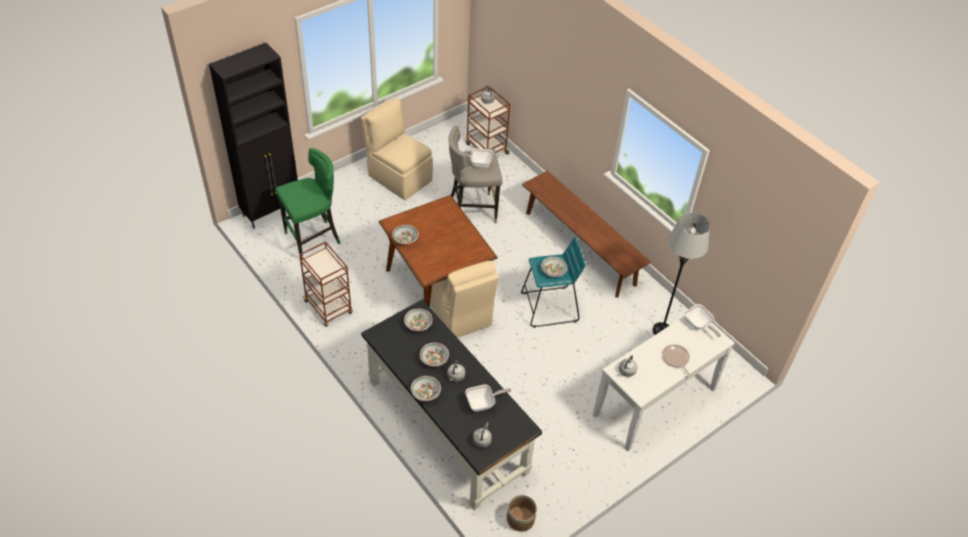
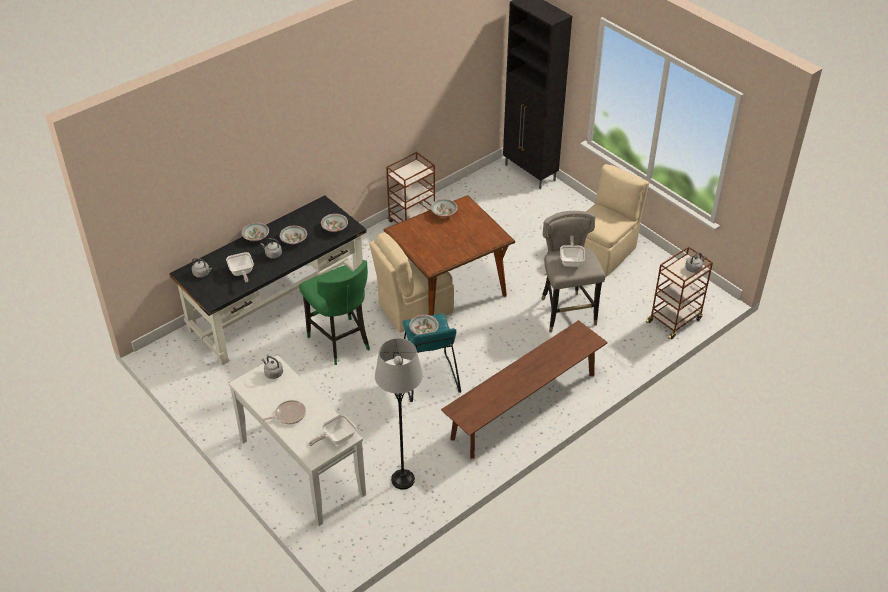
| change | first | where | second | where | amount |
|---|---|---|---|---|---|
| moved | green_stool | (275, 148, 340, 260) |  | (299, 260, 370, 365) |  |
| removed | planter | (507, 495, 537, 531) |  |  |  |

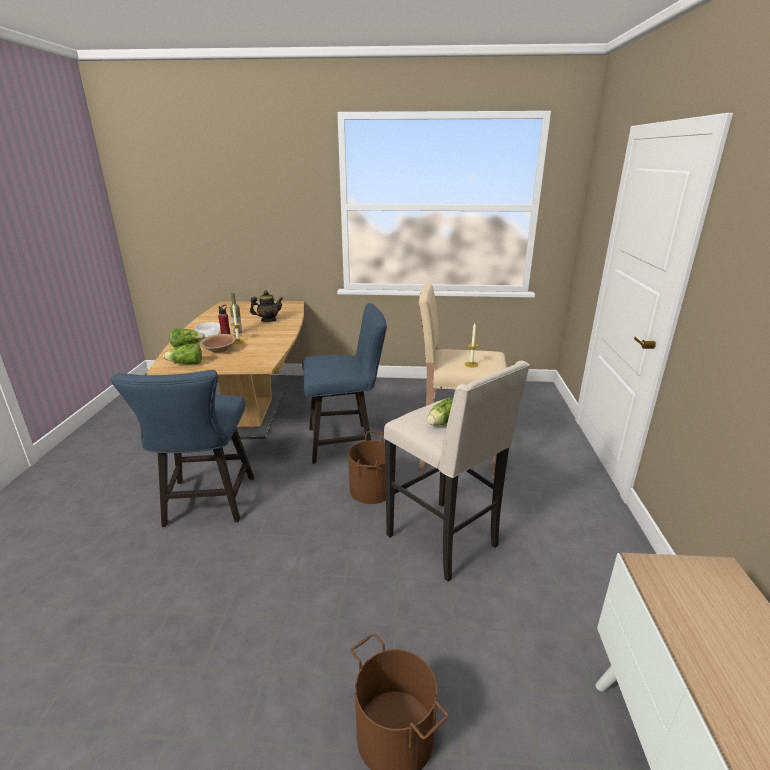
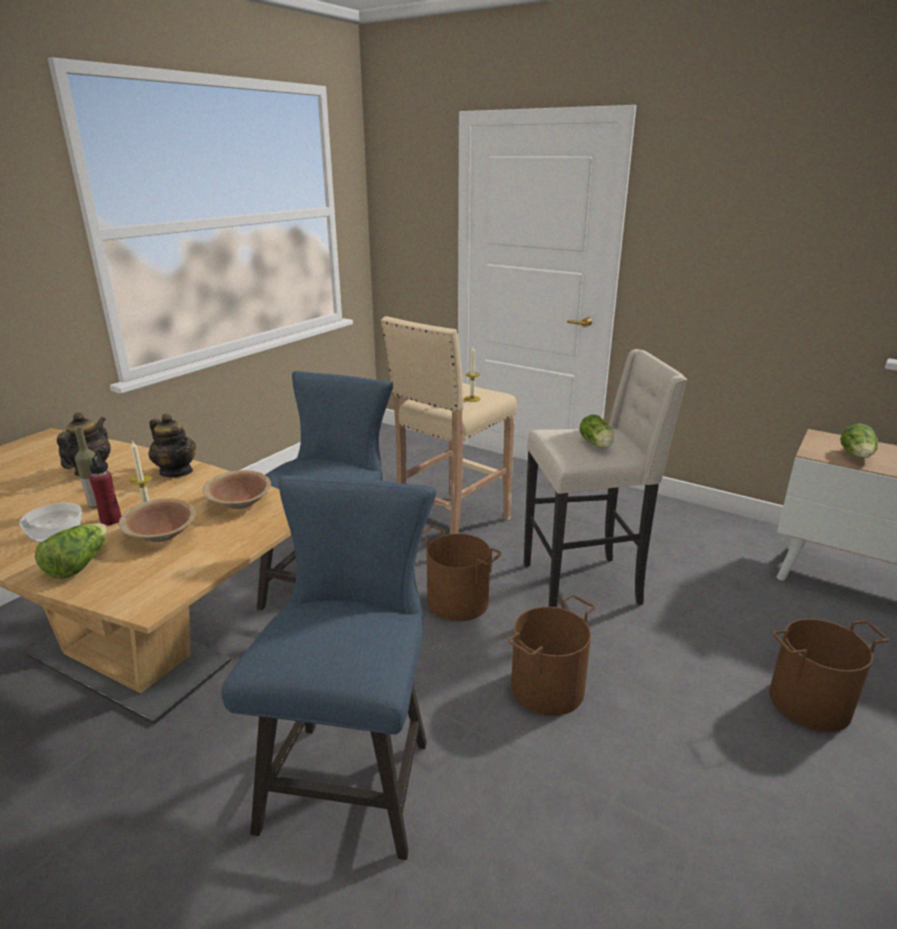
| change | first | where | second | where | amount |
|---|---|---|---|---|---|
| turned | blue_chair | (110, 370, 254, 527) |  | (222, 475, 436, 860) | 105 degrees counterclockwise |
| moved | lettuce | (163, 344, 202, 365) |  | (840, 423, 878, 458) |  |
| added |  |  | teapot | (148, 414, 196, 477) |  |
| added |  |  | brown_bowl | (203, 470, 271, 509) |  |
| added |  |  | brown_bucket | (508, 594, 595, 716) |  |

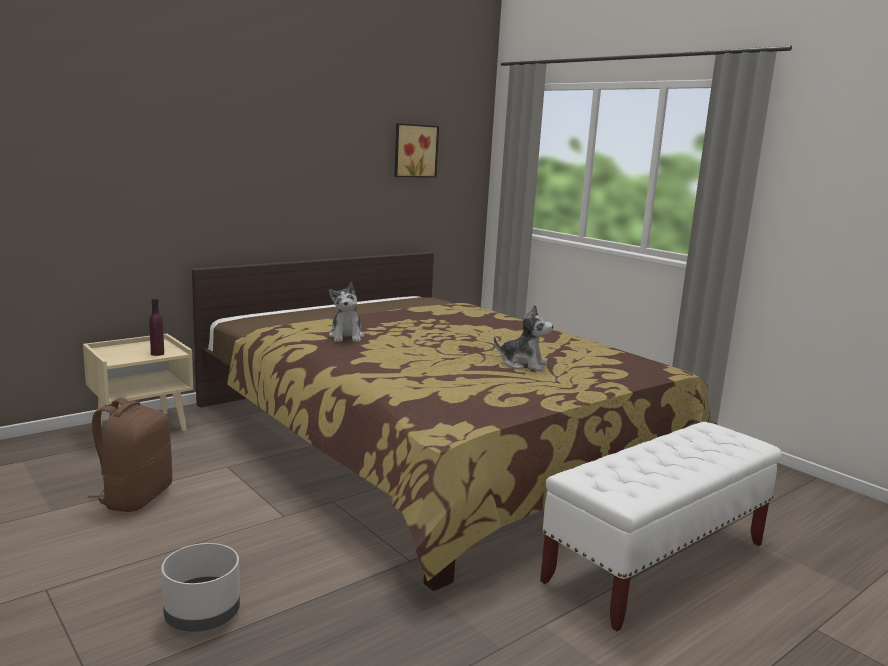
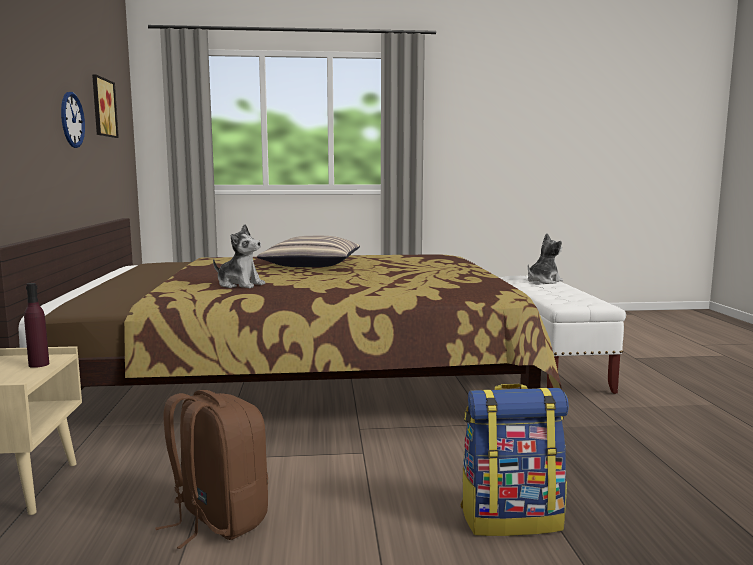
| change | first | where | second | where | amount |
|---|---|---|---|---|---|
| replaced | grey_planter | (161, 543, 240, 632) | backpack | (460, 384, 569, 536) |  |
| moved | plush_toy | (494, 305, 553, 371) |  | (528, 233, 563, 284) |  |
| added |  |  | wall_clock | (61, 92, 85, 148) |  |
| added |  |  | pillow | (257, 236, 360, 267) |  |

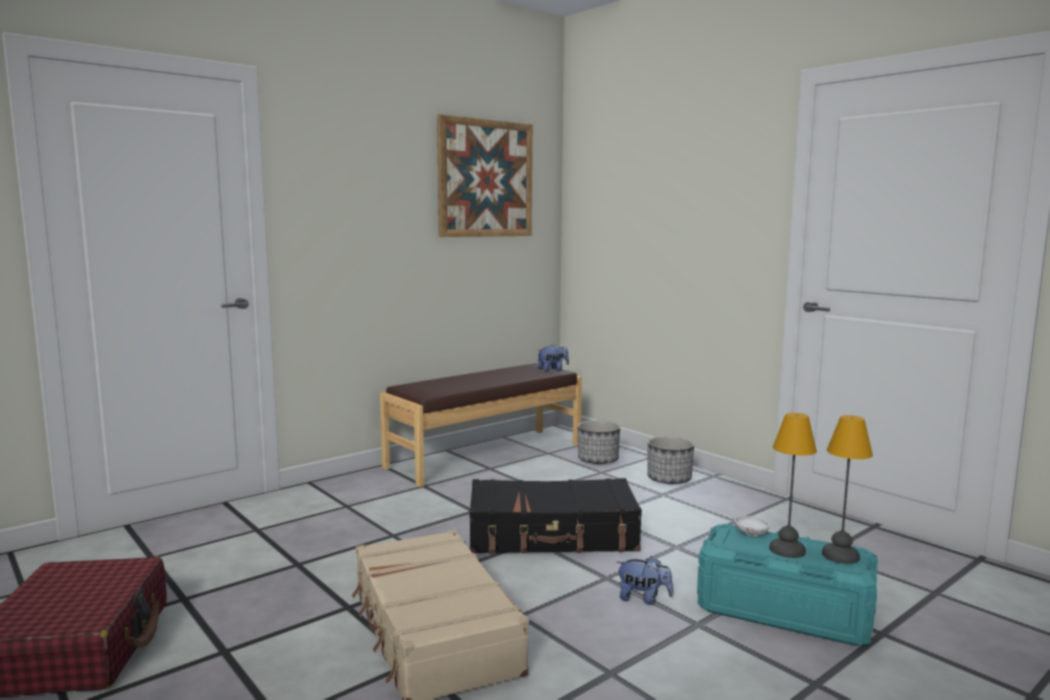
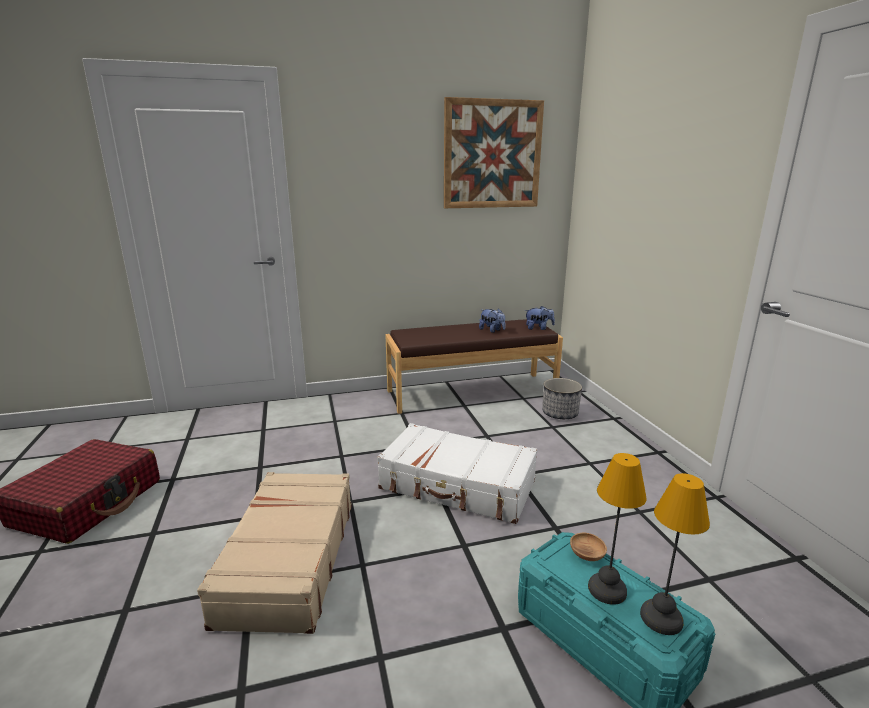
| change | first | where | second | where | amount |
|---|---|---|---|---|---|
| recoloured | black_suitcase | (469, 478, 642, 554) | white_suitcase | (377, 423, 537, 524) |  |
| moved | plush_toy | (617, 556, 674, 605) |  | (479, 309, 506, 333) |  |
| removed | planter | (647, 436, 694, 484) |  |  |  |
| recoloured | white_bowl | (734, 516, 770, 536) | brown_bowl | (570, 533, 607, 561) |  |

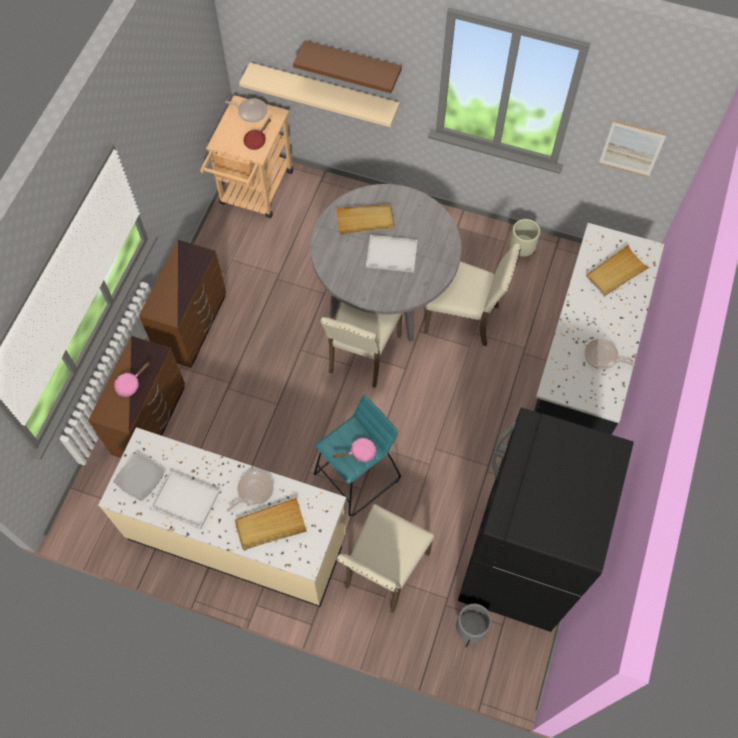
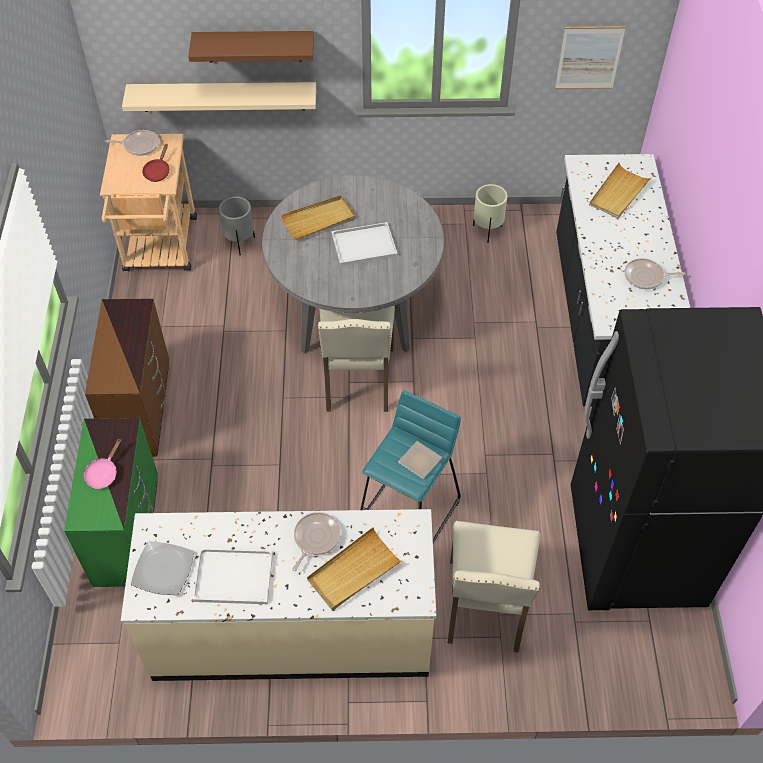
| change | first | where | second | where | amount |
|---|---|---|---|---|---|
| recoloured | brown_dresser | (88, 336, 185, 458) | green_dresser | (64, 418, 158, 587) |  |
| replaced | pink_frying_pan | (333, 438, 376, 462) | plate | (398, 441, 442, 479) |  |
| removed | beige_chair | (424, 244, 521, 346) |  |  |  |
| moved | grey_planter | (456, 604, 492, 647) |  | (219, 196, 255, 255) |  |

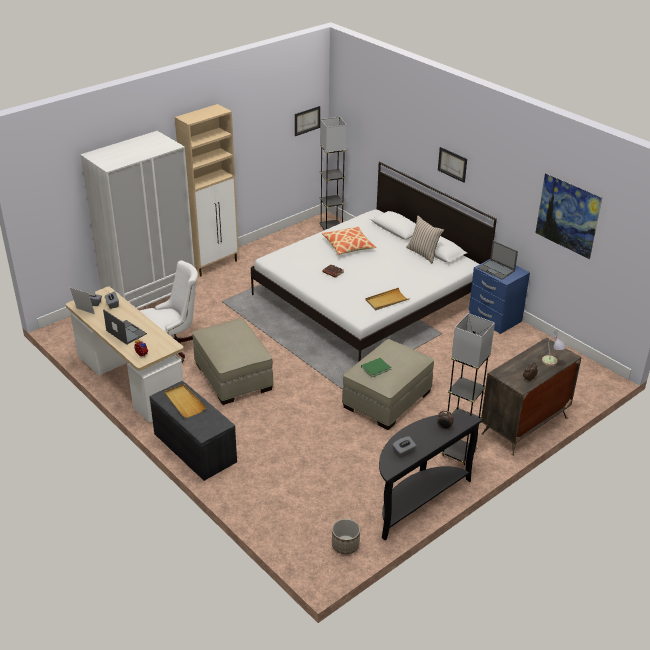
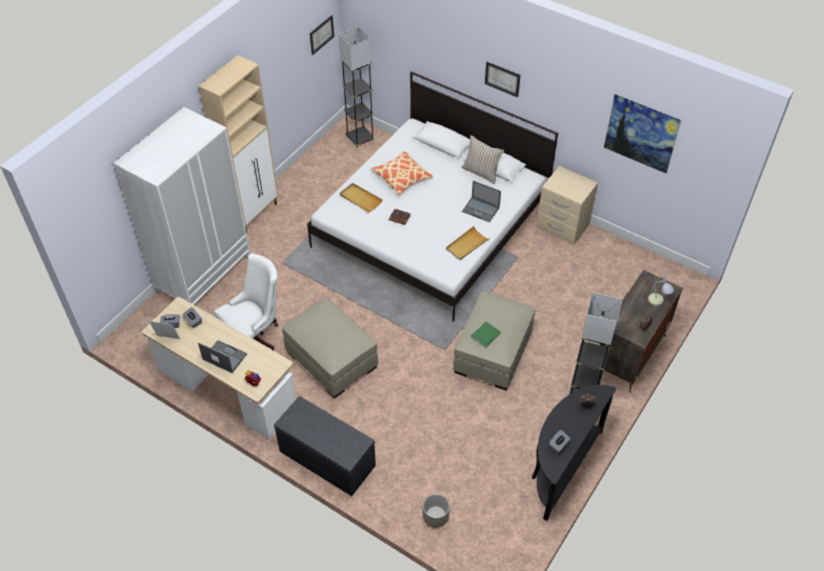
| change | first | where | second | where | amount |
|---|---|---|---|---|---|
| moved | beige_tray | (164, 384, 206, 418) |  | (340, 183, 382, 212) |  |
| moved | planter | (332, 519, 360, 555) |  | (423, 494, 450, 527) |  |
| recoloured | blue_nightstand | (469, 259, 530, 334) | beige_nightstand | (537, 166, 598, 245) |  |
| moved | laptop | (478, 241, 518, 279) |  | (462, 181, 501, 222) |  |

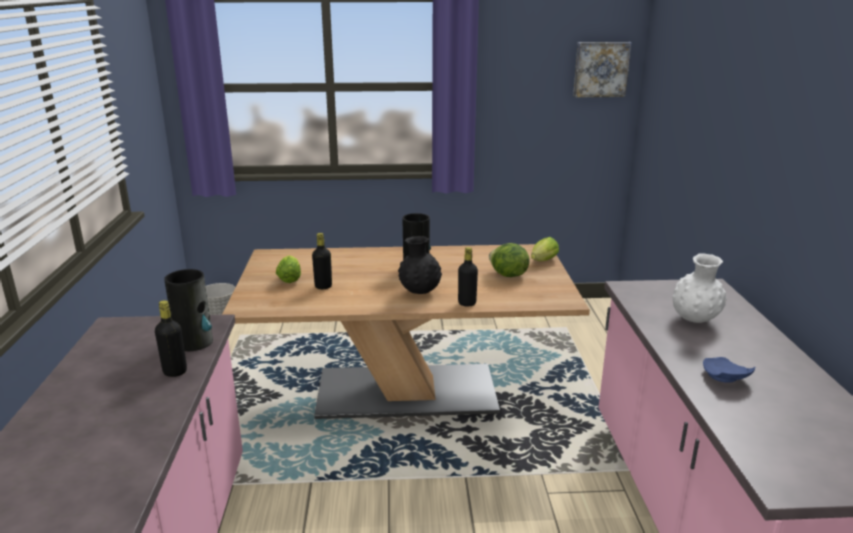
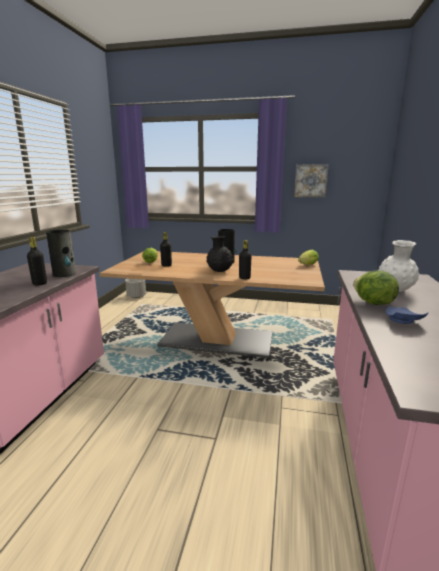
| change | first | where | second | where | amount |
|---|---|---|---|---|---|
| moved | lettuce | (489, 243, 530, 277) |  | (353, 271, 399, 305) |  |
| moved | picture | (573, 42, 632, 97) |  | (294, 164, 329, 197) |  |

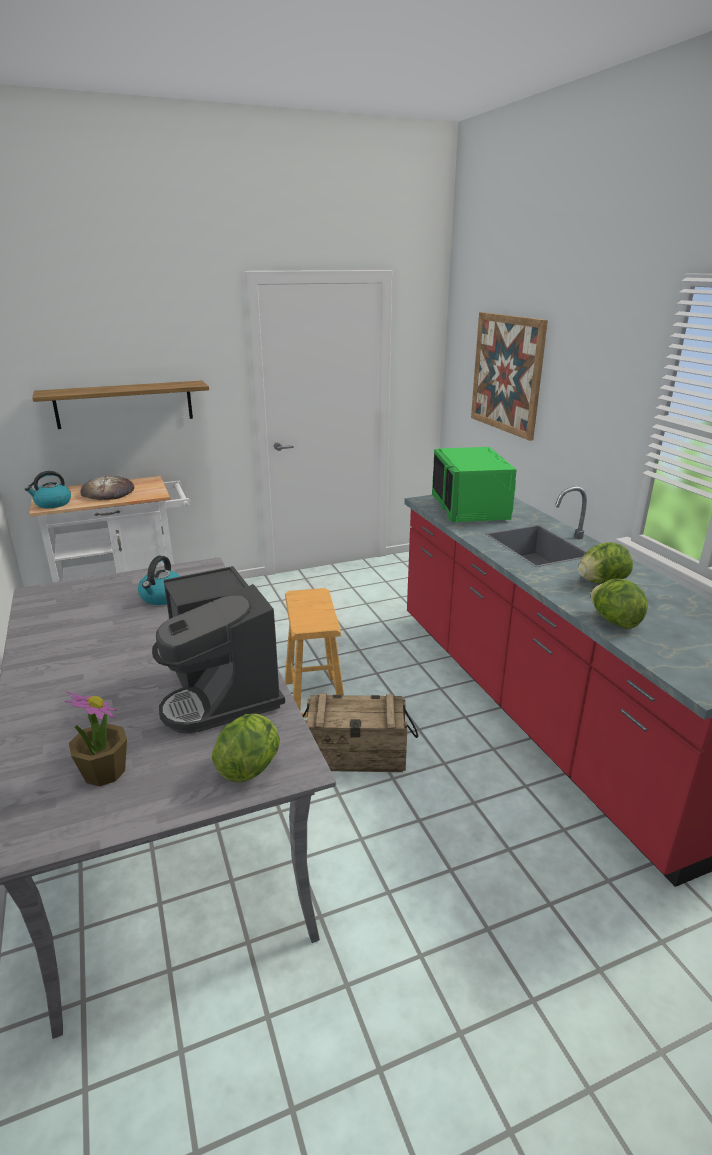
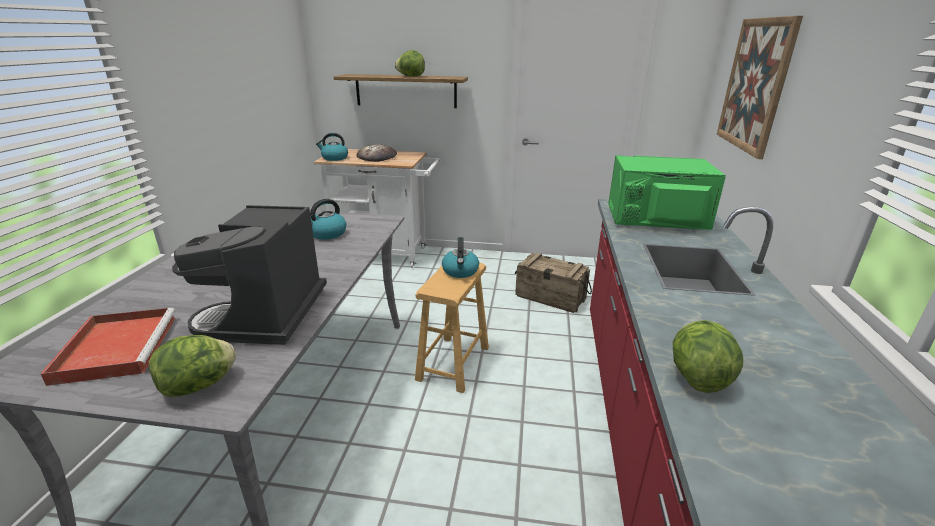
| change | first | where | second | where | amount |
|---|---|---|---|---|---|
| replaced | potted_plant | (64, 691, 127, 787) | red_tray | (41, 308, 175, 386) |  |
| moved | crate | (303, 693, 418, 772) |  | (515, 253, 592, 313) |  |
| turned | green_microwave | (432, 447, 517, 522) |  | (608, 155, 725, 230) | 75 degrees clockwise |
| moved | lettuce | (578, 542, 633, 584) |  | (395, 50, 425, 77) |  |
| added |  |  | kettle | (442, 237, 479, 278) |  |

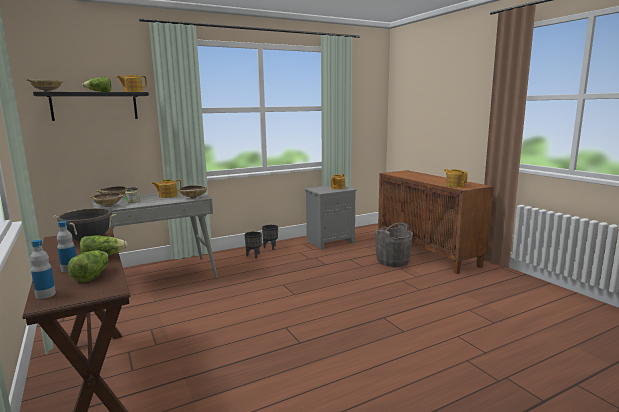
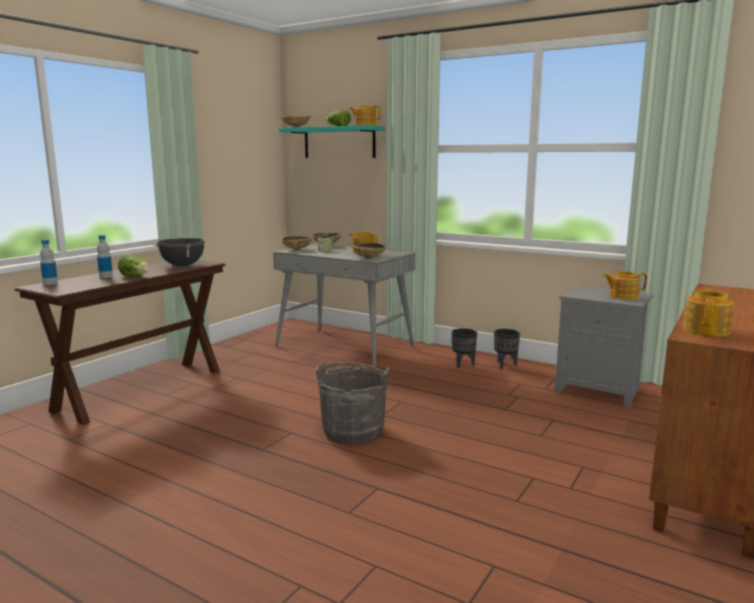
| change | first | where | second | where | amount |
|---|---|---|---|---|---|
| recoloured | black_shelf | (33, 92, 149, 121) | turquoise_shelf | (279, 125, 385, 158) |  |
| removed | lettuce | (68, 250, 109, 282) |  |  |  |
| moved | grey_bucket | (375, 222, 413, 267) |  | (316, 362, 390, 444) |  |

